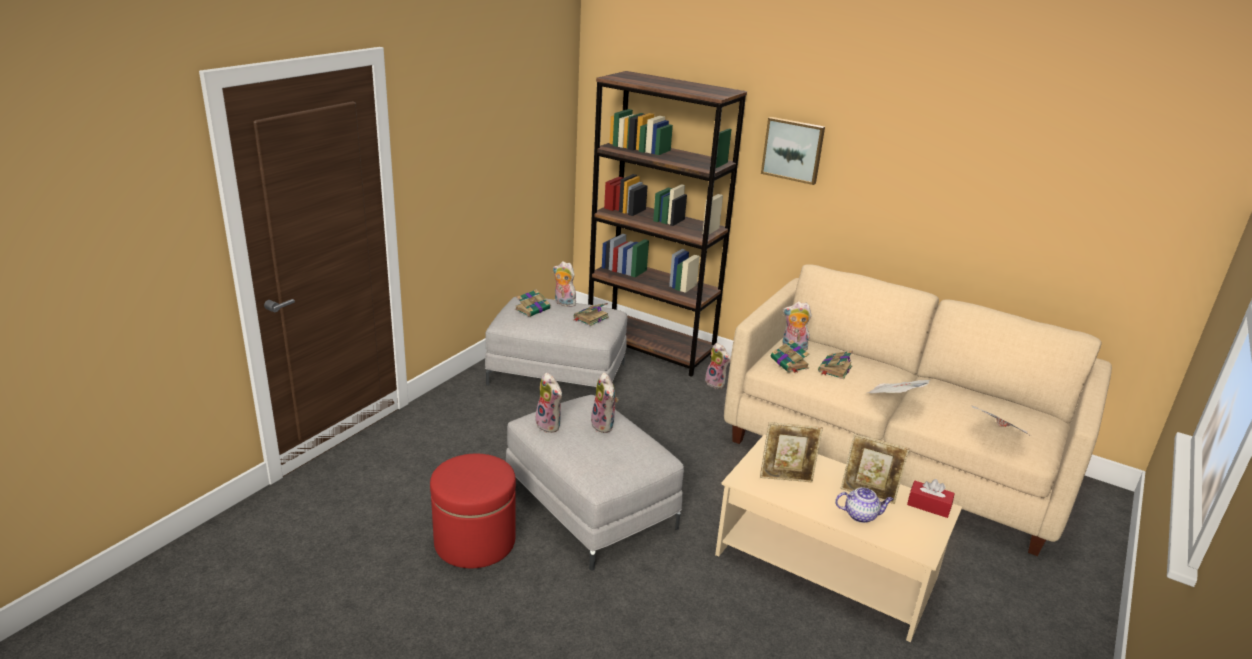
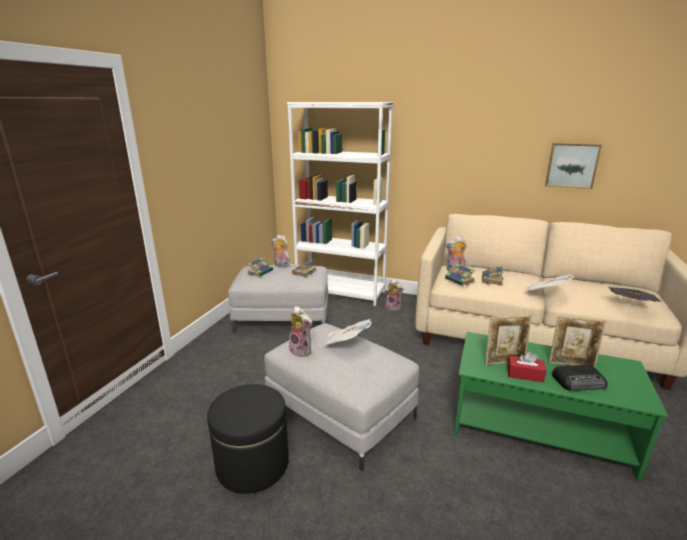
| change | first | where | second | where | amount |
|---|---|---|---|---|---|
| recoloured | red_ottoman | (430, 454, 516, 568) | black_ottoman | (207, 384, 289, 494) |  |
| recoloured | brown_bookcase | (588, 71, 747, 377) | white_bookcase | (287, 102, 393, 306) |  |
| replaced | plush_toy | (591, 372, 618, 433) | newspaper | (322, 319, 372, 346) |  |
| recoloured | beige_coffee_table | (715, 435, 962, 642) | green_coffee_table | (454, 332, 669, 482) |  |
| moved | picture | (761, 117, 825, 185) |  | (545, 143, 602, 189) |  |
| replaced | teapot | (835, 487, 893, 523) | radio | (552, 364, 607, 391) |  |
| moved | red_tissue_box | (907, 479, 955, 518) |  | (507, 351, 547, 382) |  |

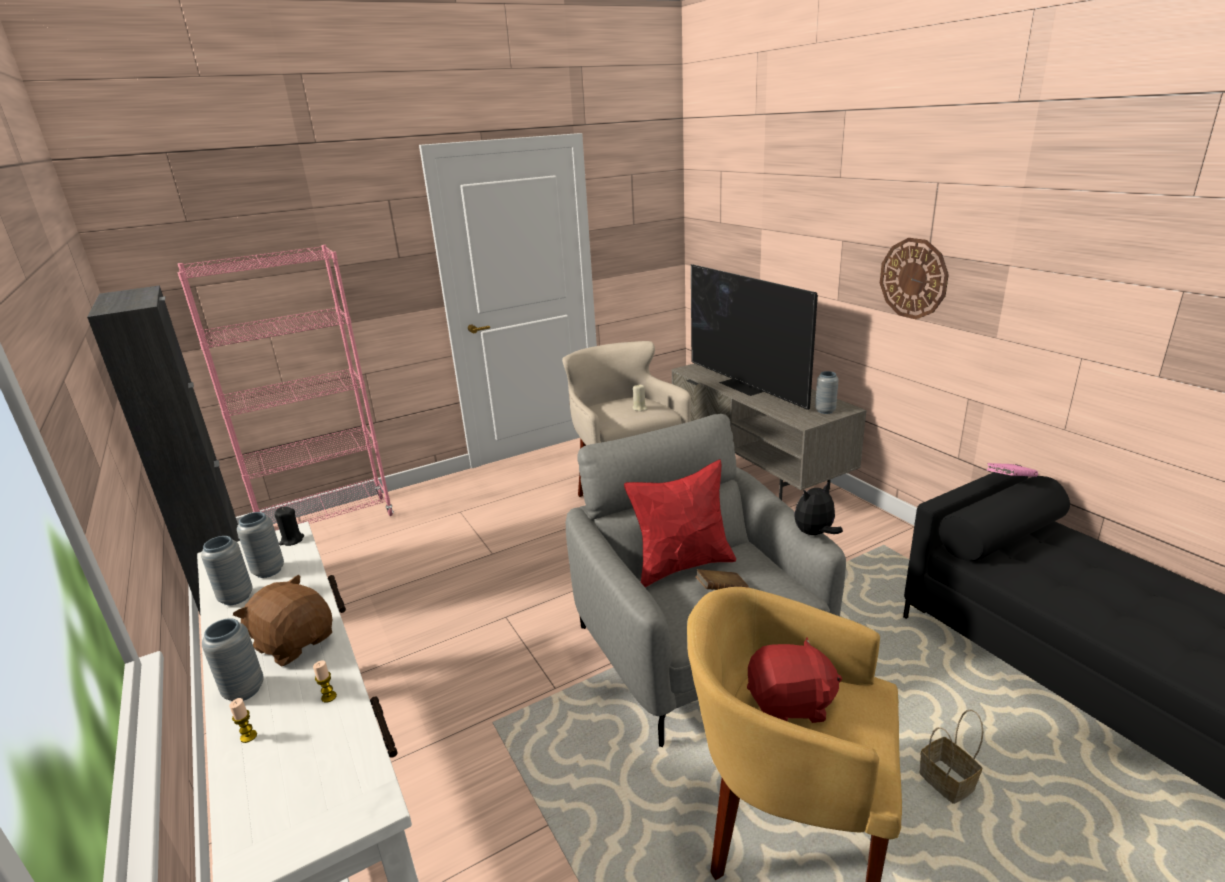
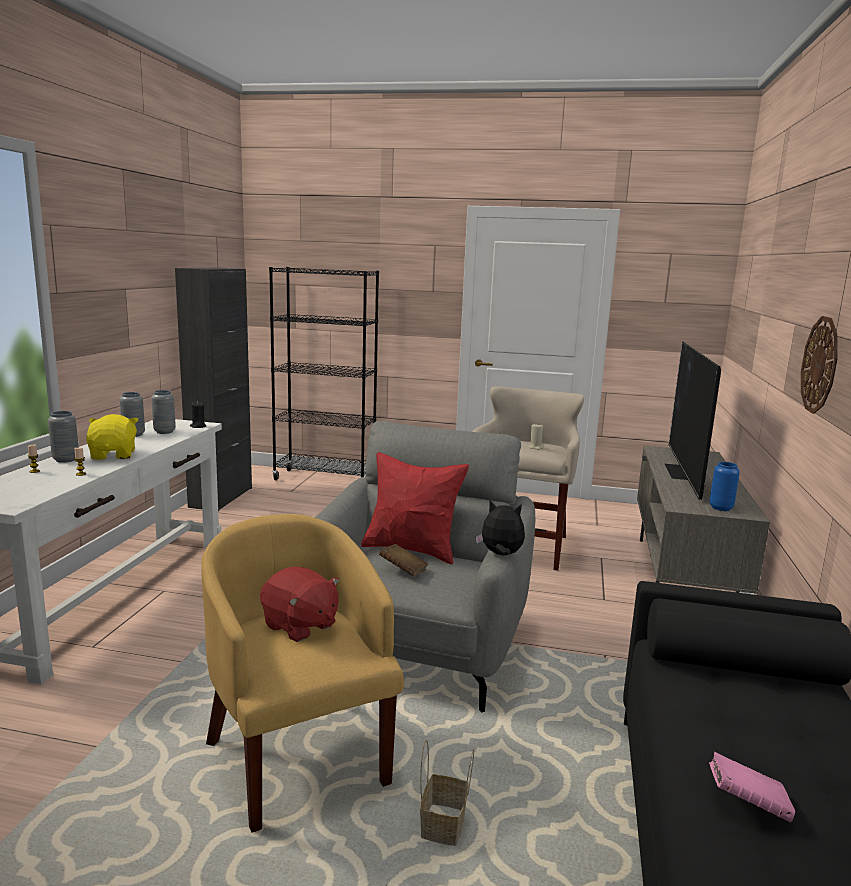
| change | first | where | second | where | amount |
|---|---|---|---|---|---|
| recoloured | pink_bookcase | (178, 245, 394, 530) | black_bookcase | (269, 267, 379, 480) |  |
| recoloured | brown_plush_toy | (233, 574, 332, 667) | yellow_plush_toy | (86, 414, 139, 460) |  |
| recoloured | grey_vase | (815, 371, 838, 414) | blue_vase | (709, 462, 740, 511) |  |
| moved | pink_book | (987, 463, 1038, 477) |  | (709, 752, 795, 822) |  |

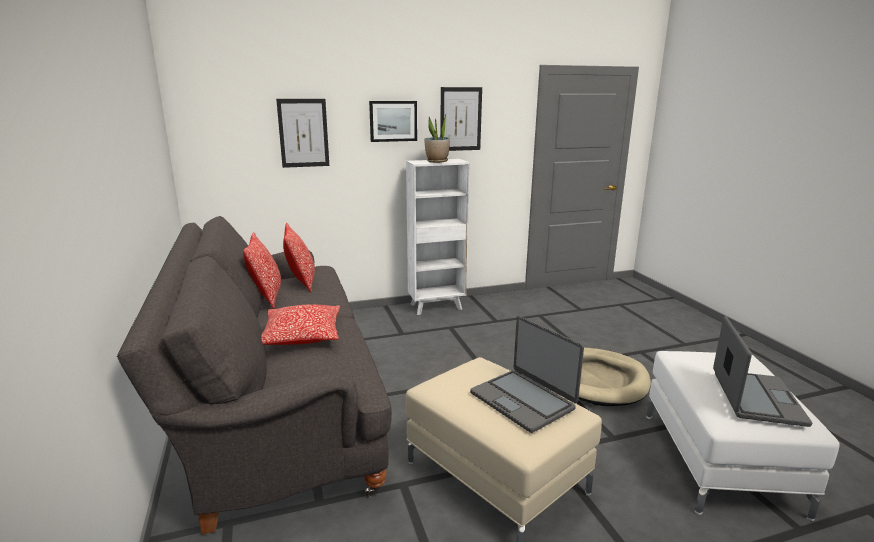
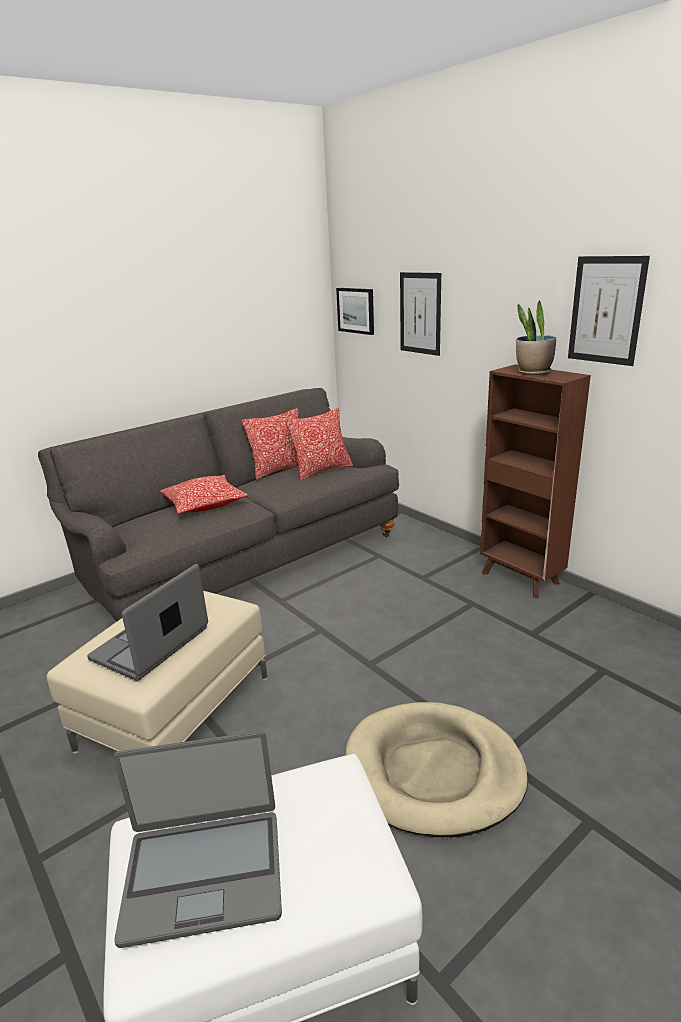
| change | first | where | second | where | amount |
|---|---|---|---|---|---|
| moved | picture | (369, 101, 417, 142) |  | (336, 288, 374, 335) |  |
| recoloured | white_bookcase | (406, 159, 470, 315) | brown_bookcase | (480, 364, 591, 598) |  |

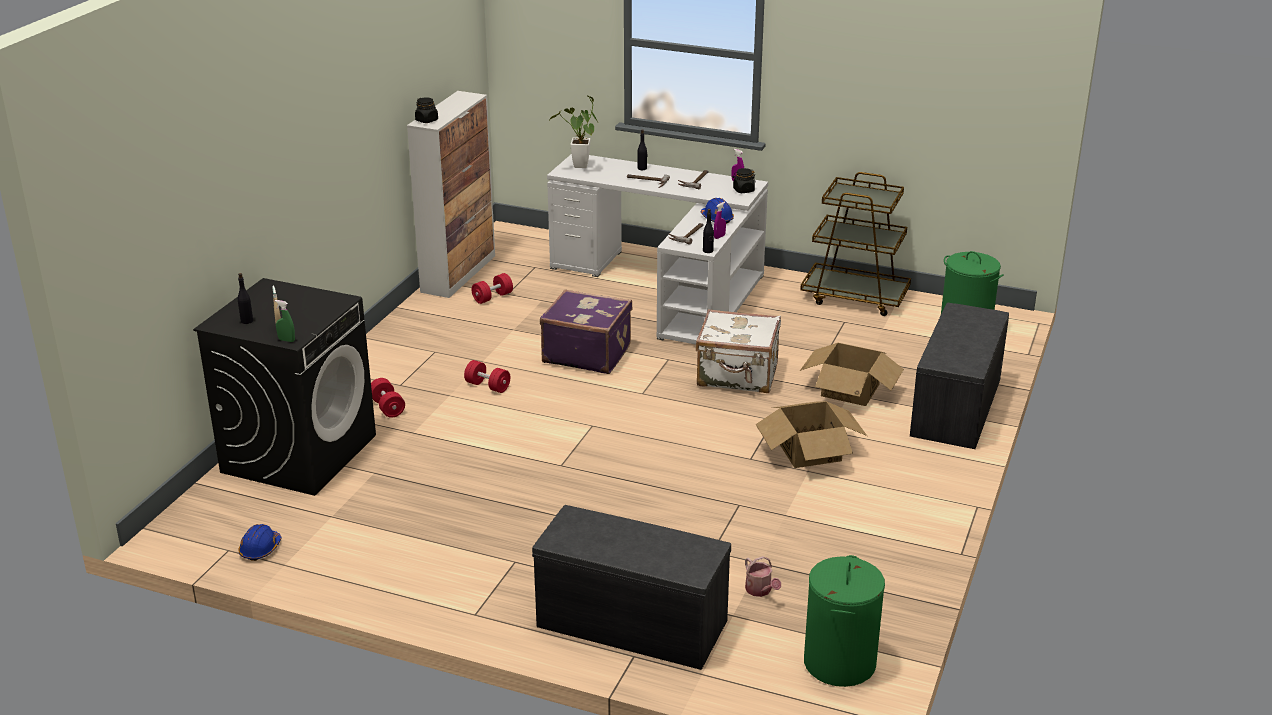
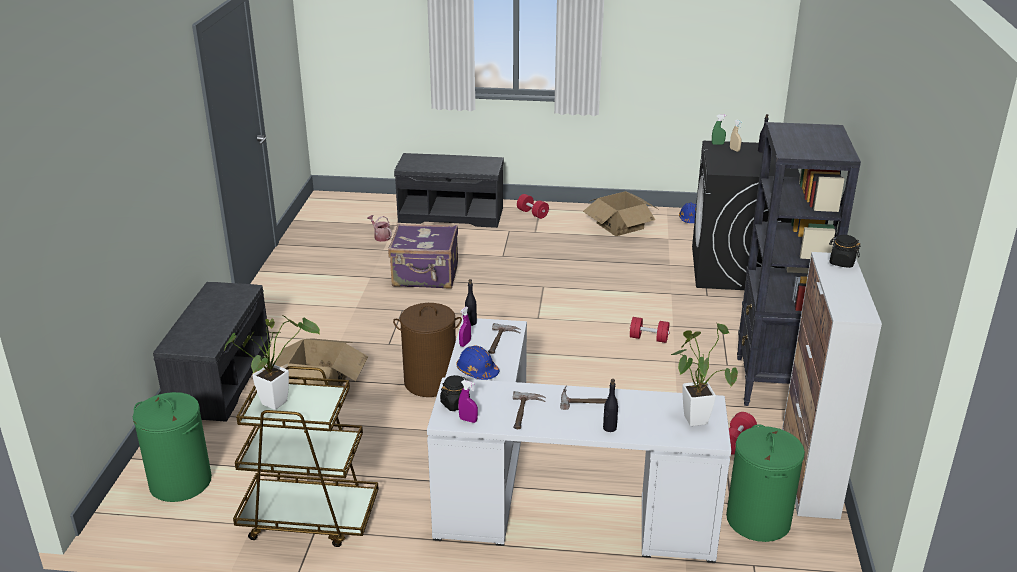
| change | first | where | second | where | amount |
|---|---|---|---|---|---|
| moved | red_dumbbell | (371, 378, 405, 418) |  | (517, 194, 549, 219) |  |
| moved | purple_suitcase | (540, 289, 632, 374) |  | (388, 224, 458, 289) |  |
| replaced | white_suitcase | (696, 309, 781, 393) | brown_laundry_basket | (393, 303, 462, 397) |  |
| moved | cardboard_box | (756, 401, 867, 468) |  | (583, 191, 658, 236) |  |
| moved | green_laundry_basket | (804, 555, 885, 687) |  | (726, 424, 805, 542) |  |
| added |  |  | potted_plant | (224, 315, 320, 410) |  |
| added |  |  | black_bookcase | (737, 122, 861, 406) |  |

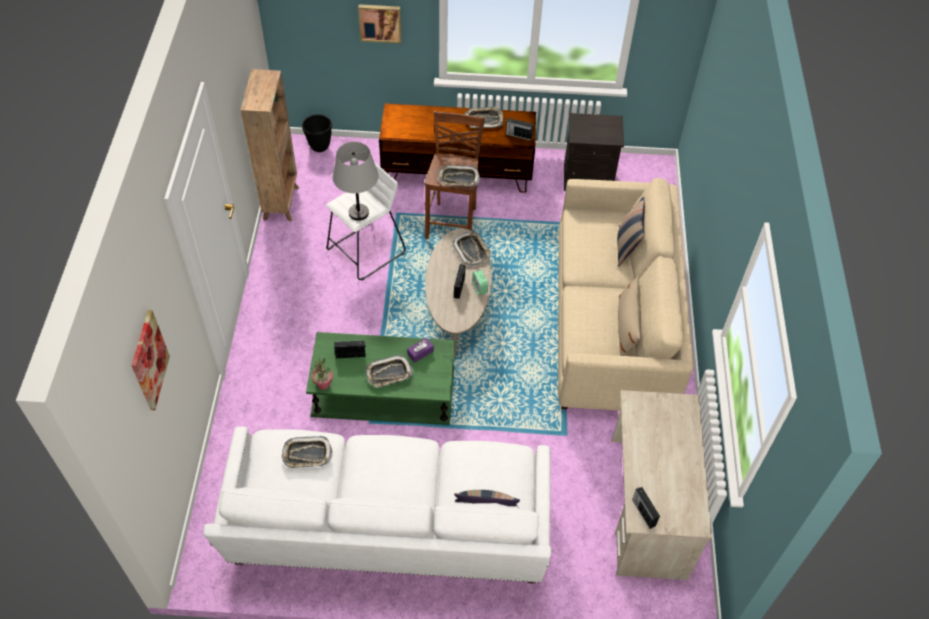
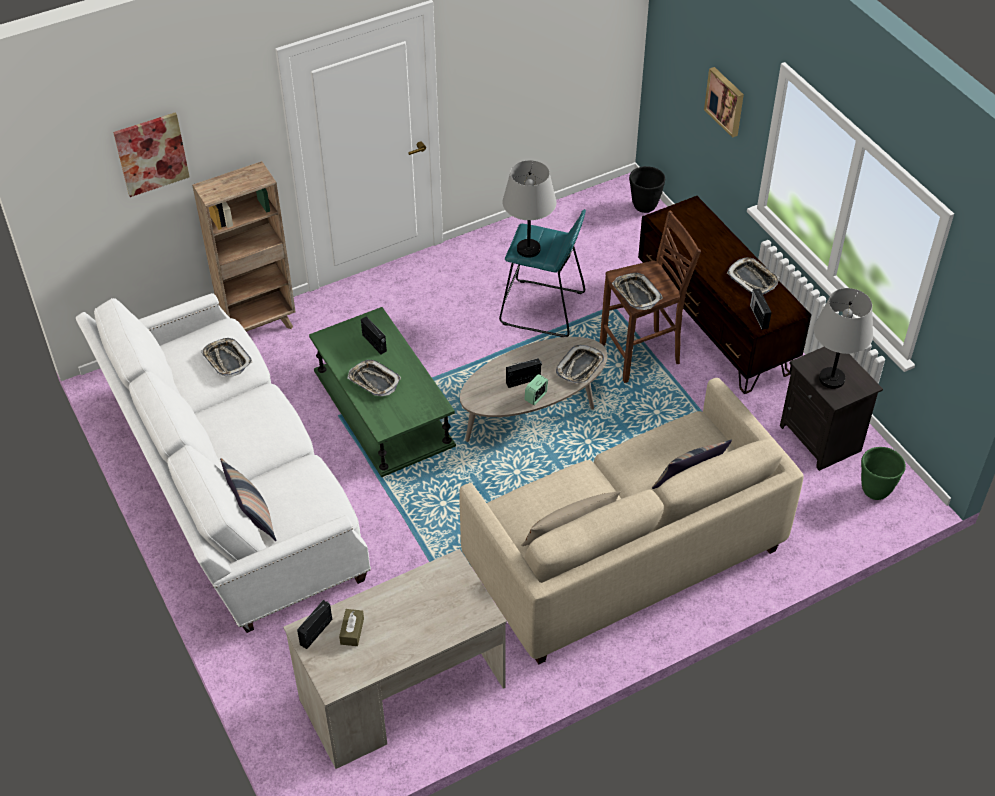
| change | first | where | second | where | amount |
|---|---|---|---|---|---|
| moved | brown_bookcase | (241, 69, 299, 222) |  | (192, 161, 296, 332) |  |
| removed | potted_plant | (312, 358, 333, 390) |  |  |  |
| recoloured | white_stool | (326, 162, 406, 280) | turquoise_stool | (499, 209, 586, 337) |  |
| removed | purple_tissue_box | (407, 338, 434, 363) |  |  |  |
| added |  |  | brown_tissue_box | (339, 609, 364, 646) |  |
| added |  |  | grey_table_lamp | (814, 288, 873, 389) |  |
| added |  |  | green_planter | (861, 447, 906, 500) |  |

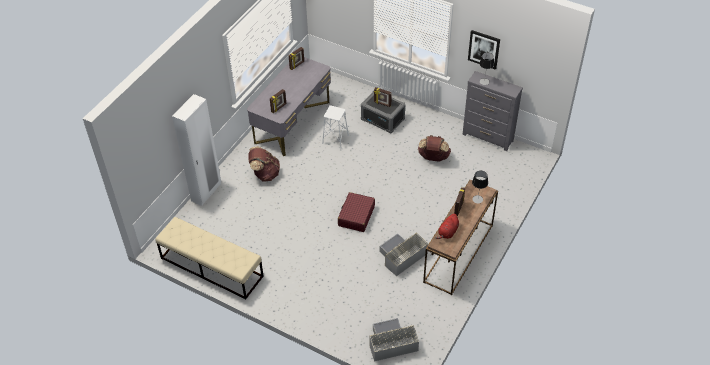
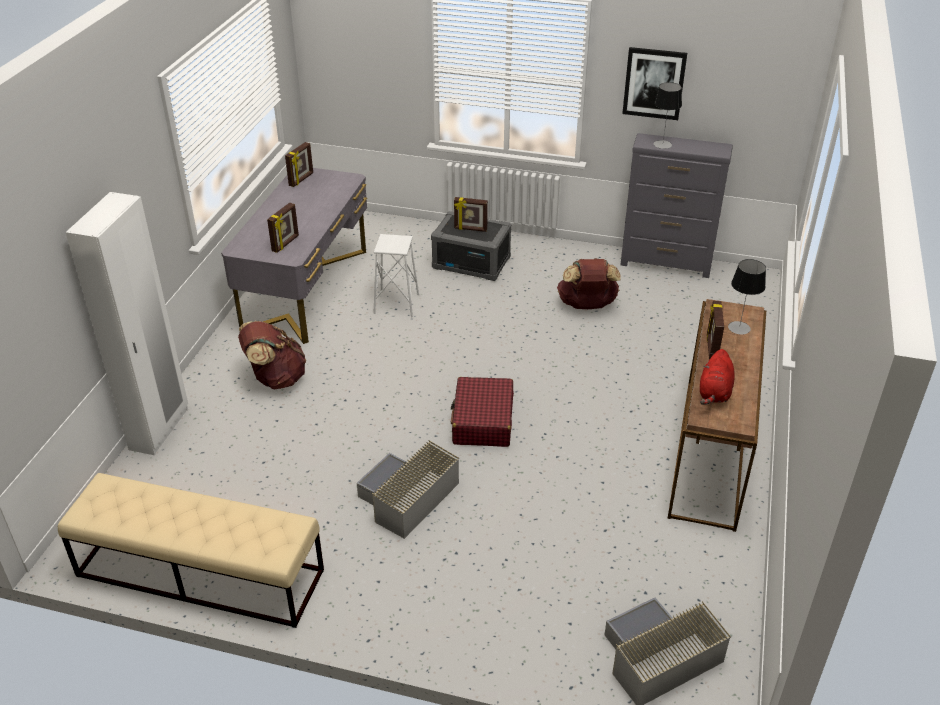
| change | first | where | second | where | amount |
|---|---|---|---|---|---|
| moved | grey_storage_box | (380, 232, 428, 276) |  | (357, 440, 459, 539) |  |

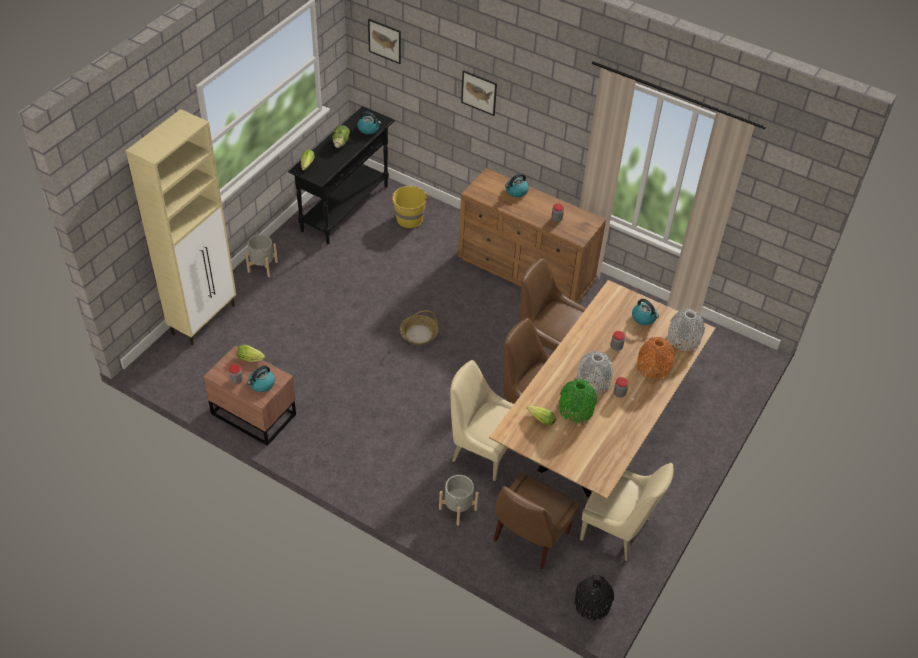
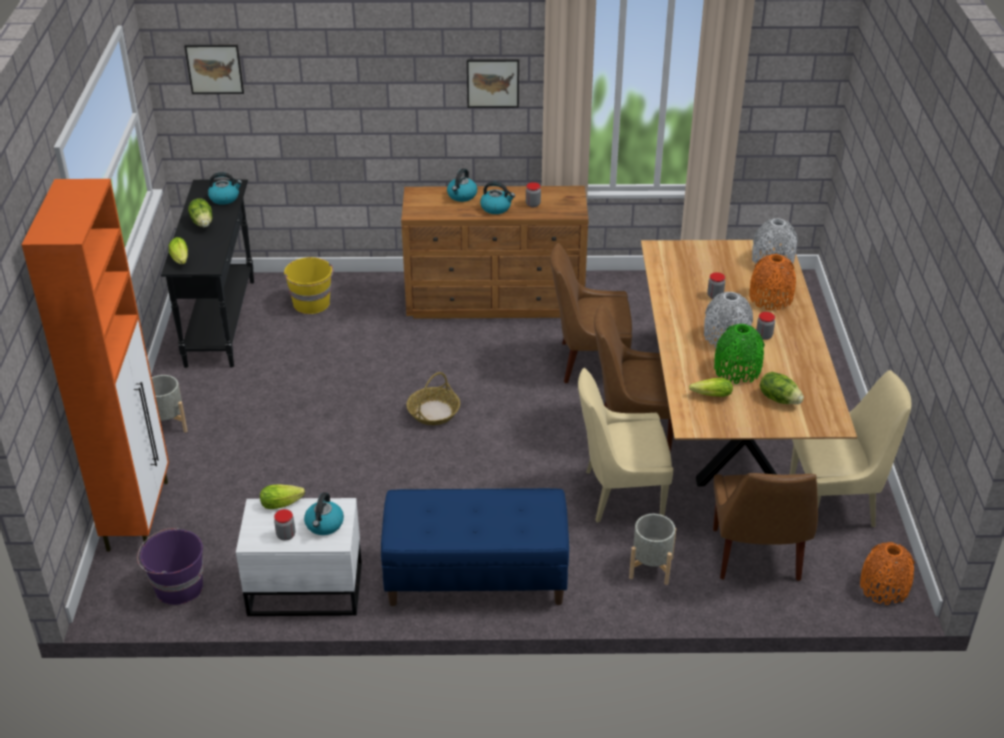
| change | first | where | second | where | amount |
|---|---|---|---|---|---|
| recoloured | beige_cabinet | (126, 109, 236, 346) | orange_cabinet | (22, 179, 169, 551) |  |
| recoloured | brown_nightstand | (203, 345, 296, 446) | white_nightstand | (236, 498, 362, 616) |  |
| moved | picture | (461, 70, 497, 116) |  | (467, 59, 519, 108) |  |
| recoloured | black_vase | (575, 575, 614, 620) | orange_vase | (860, 542, 915, 605) |  |
| moved | kettle | (632, 299, 659, 325) |  | (480, 182, 515, 214) |  |
| added |  |  | purple_bucket | (137, 528, 203, 605) |  |
| added |  |  | blue_bench | (381, 488, 569, 606) |  |
| added |  |  | lettuce | (760, 372, 804, 404) |  |

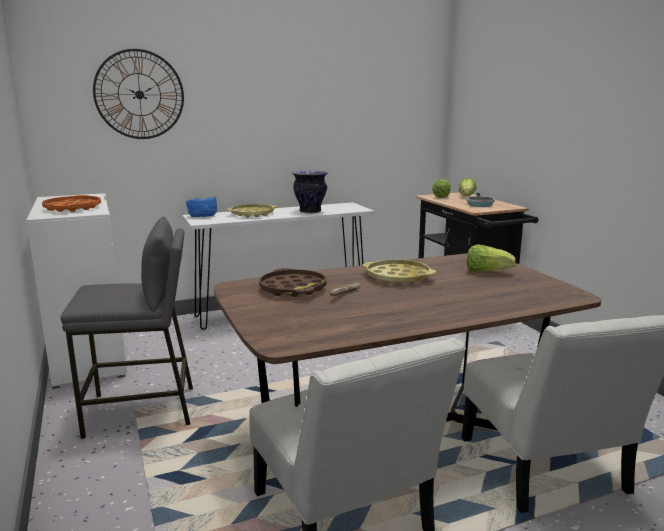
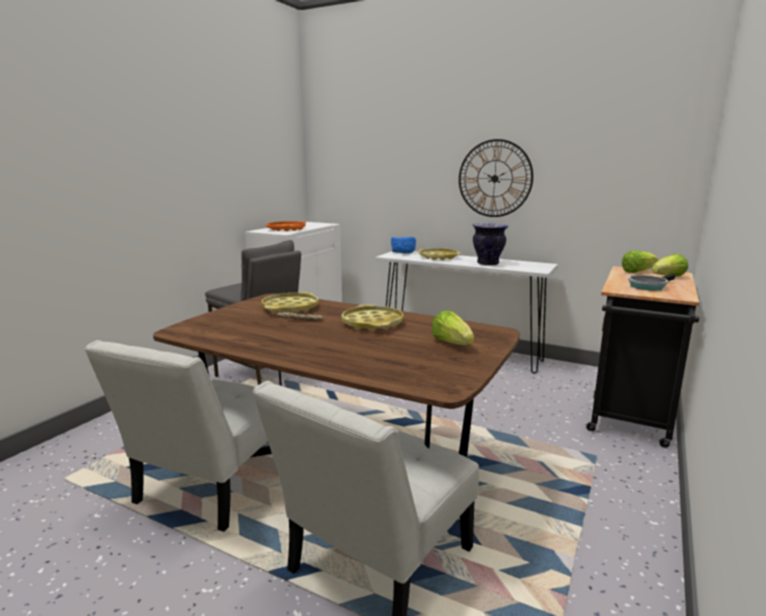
| change | first | where | second | where | amount |
|---|---|---|---|---|---|
| moved | wall_clock | (93, 49, 184, 139) |  | (459, 139, 533, 217) |  |
| recoloured | brown_tray | (259, 268, 326, 297) | yellow_tray | (262, 292, 319, 314) |  |

